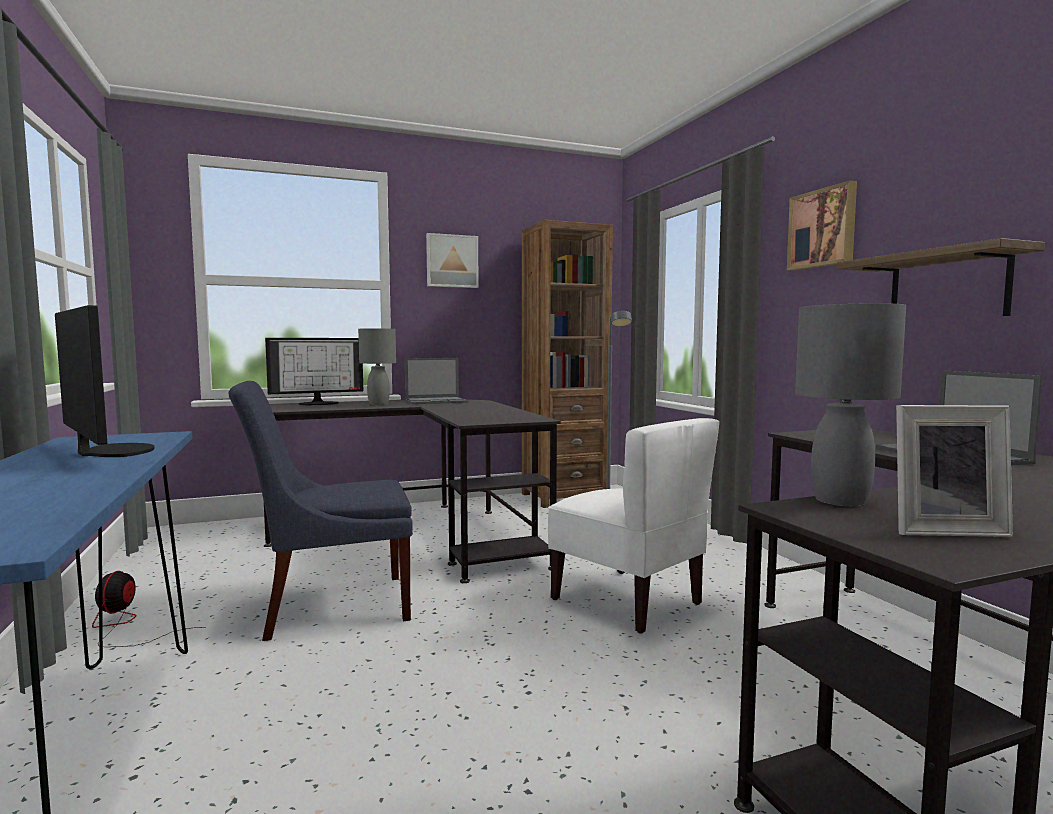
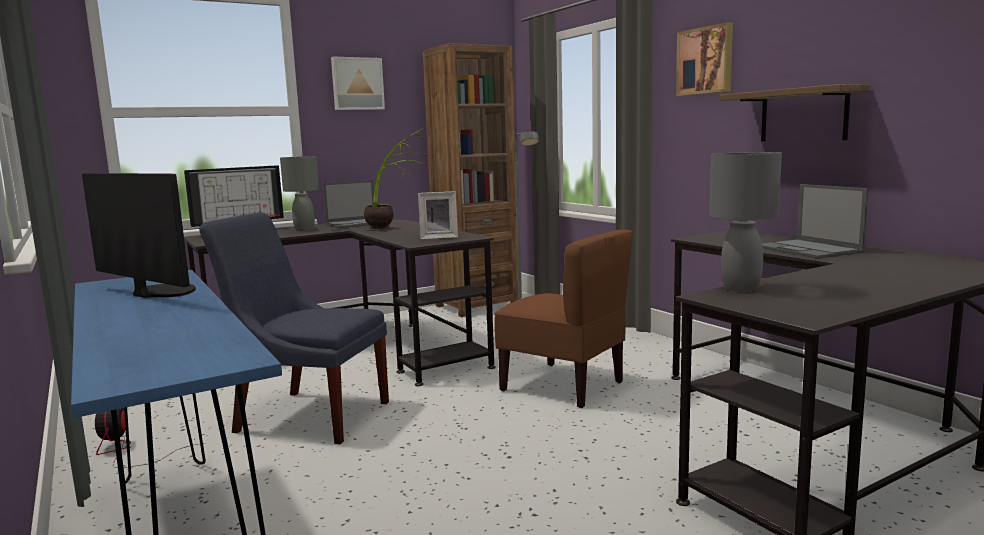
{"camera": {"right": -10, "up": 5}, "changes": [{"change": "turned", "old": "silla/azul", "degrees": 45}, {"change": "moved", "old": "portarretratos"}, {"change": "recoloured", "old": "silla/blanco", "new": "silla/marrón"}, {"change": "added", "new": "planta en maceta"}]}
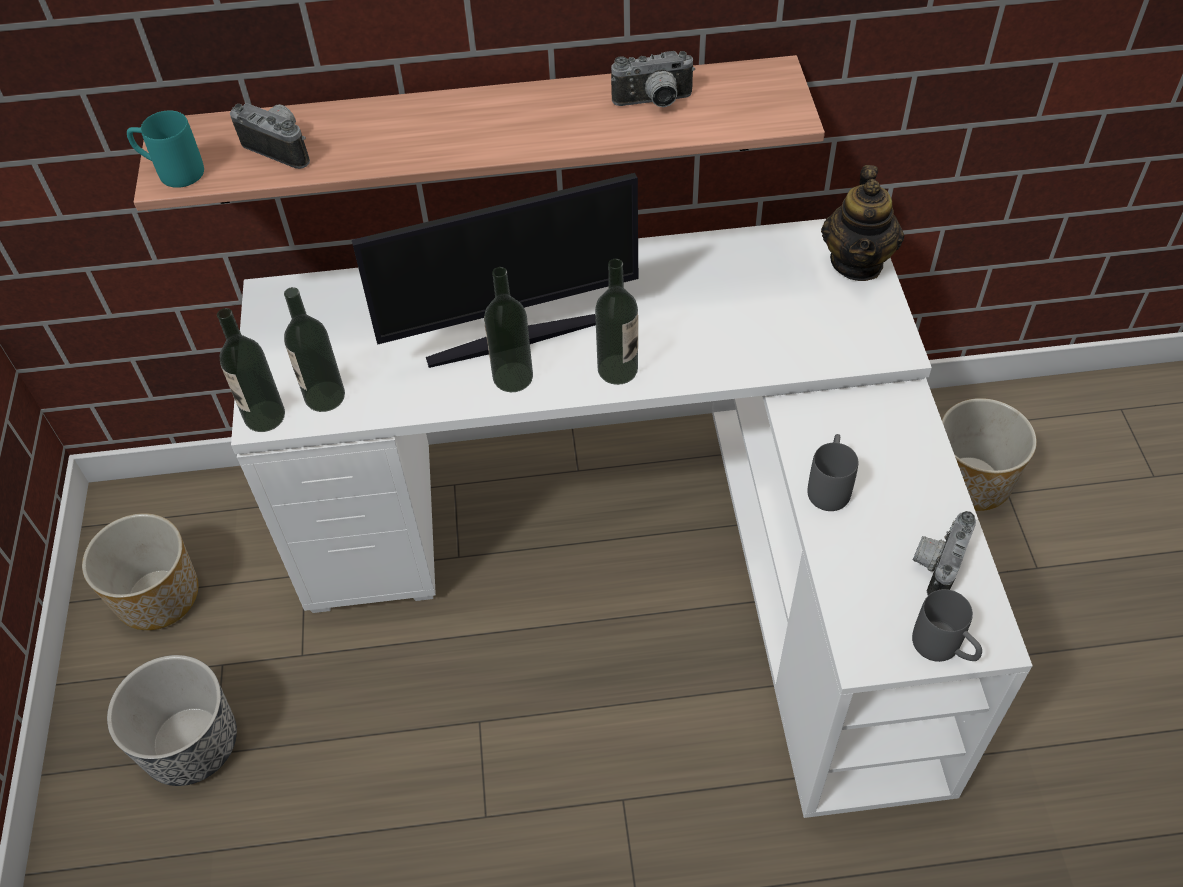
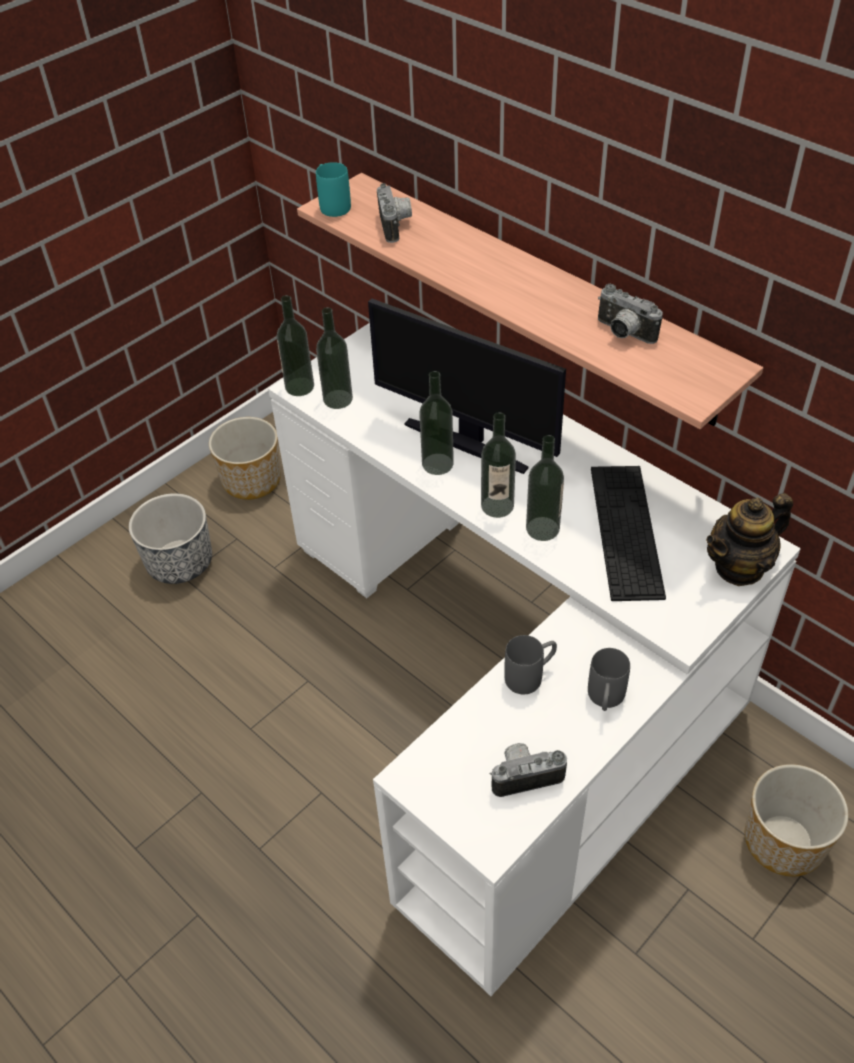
{"camera": {"right": 50, "up": -5}, "changes": [{"change": "moved", "old": "taza grande/gris (2nd from left)"}, {"change": "added", "new": "botella (5th from left)"}, {"change": "added", "new": "teclado"}]}
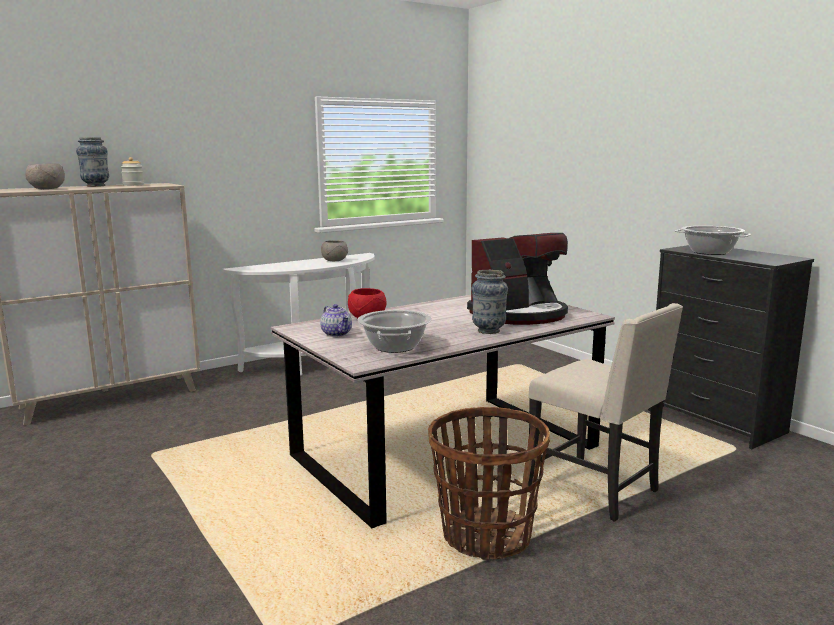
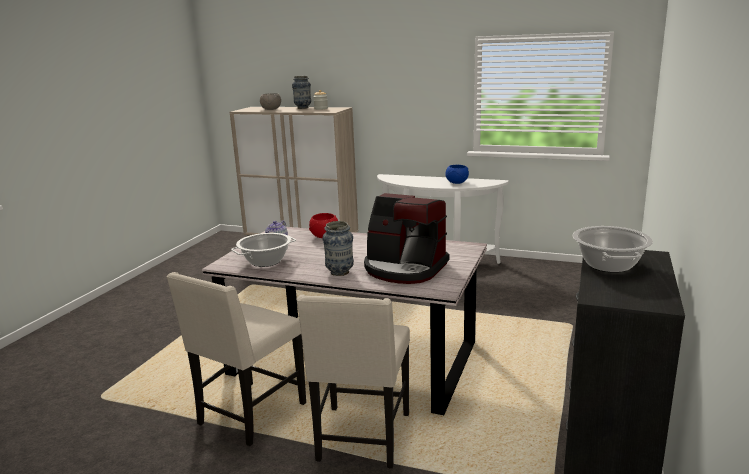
{"camera": {"right": 55, "up": 5}, "changes": [{"change": "recoloured", "old": "cuenco/gris (2nd from left)", "new": "cuenco/azul"}, {"change": "replaced", "old": "cesta", "new": "silla/beis (1st from left)"}]}
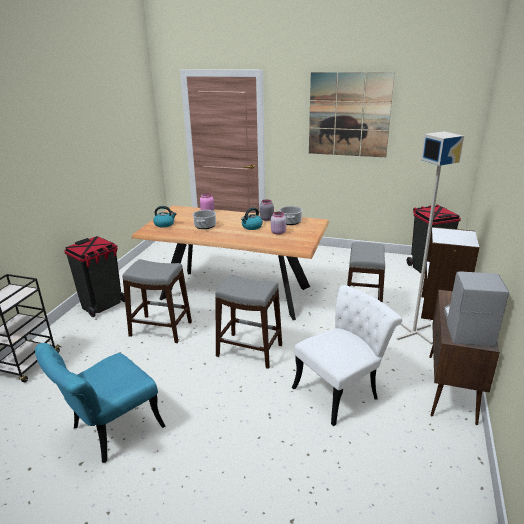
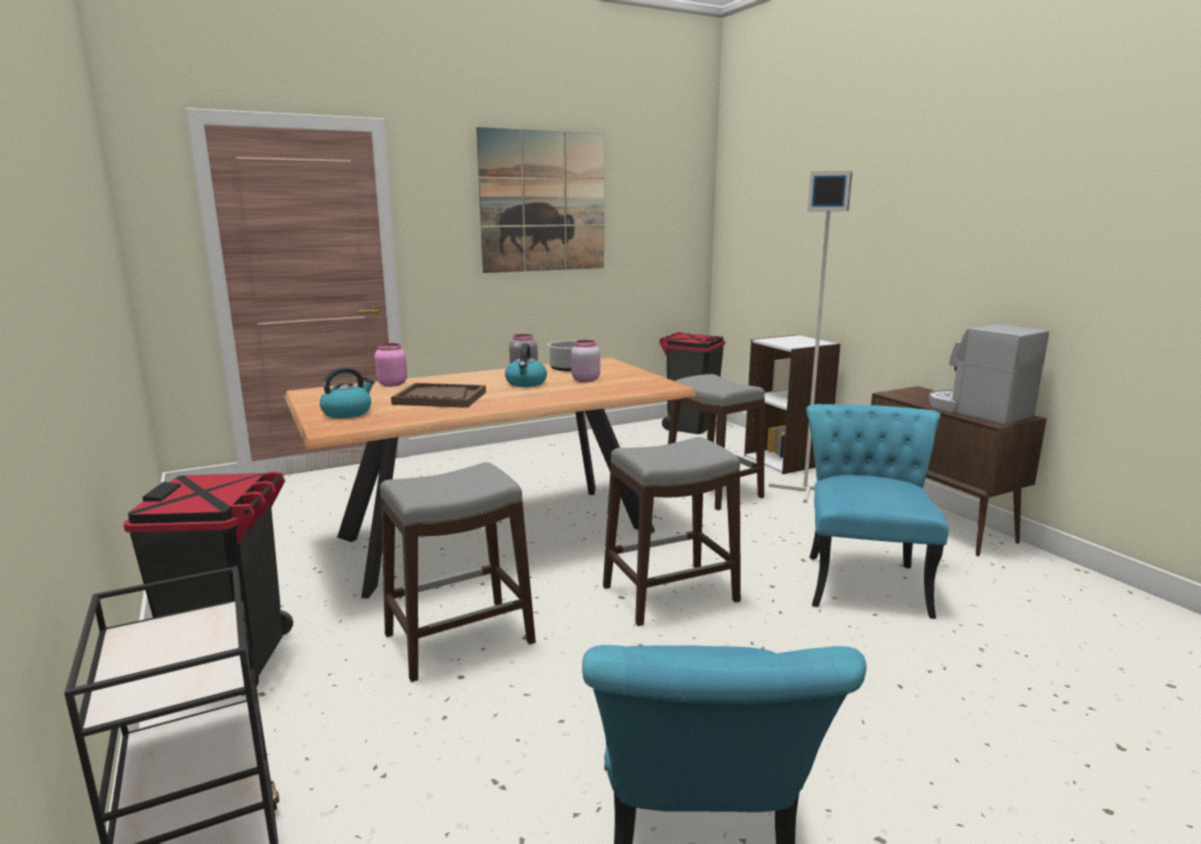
{"camera": {"right": -45, "up": -10}, "changes": [{"change": "replaced", "old": "olla (1st from left)", "new": "bandeja/marrón"}, {"change": "recoloured", "old": "silla/blanco", "new": "silla/turquesa (2nd from left)"}]}
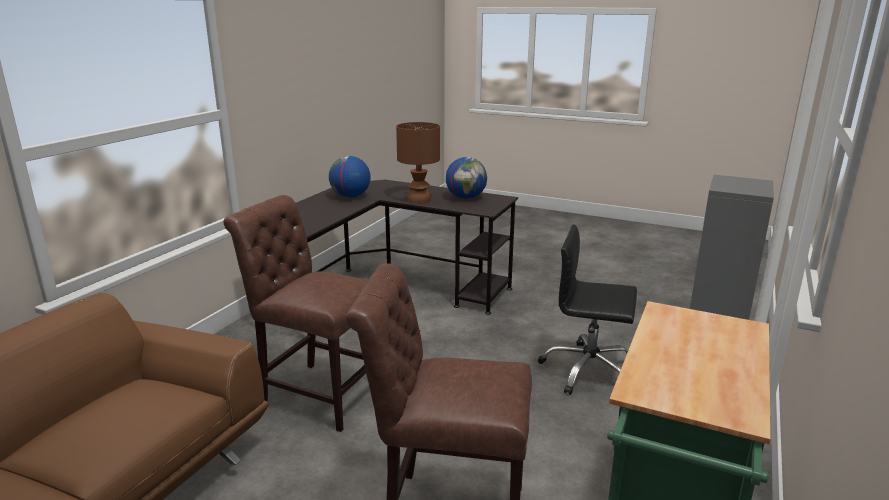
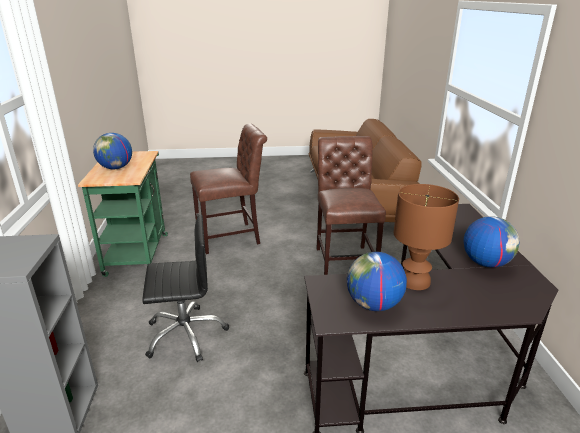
{"camera": {"right": 150, "up": 5}, "changes": [{"change": "turned", "old": "silla/marrón (1st from left in the first image)", "degrees": -90}, {"change": "added", "new": "globo terráqueo (1st from left)"}]}
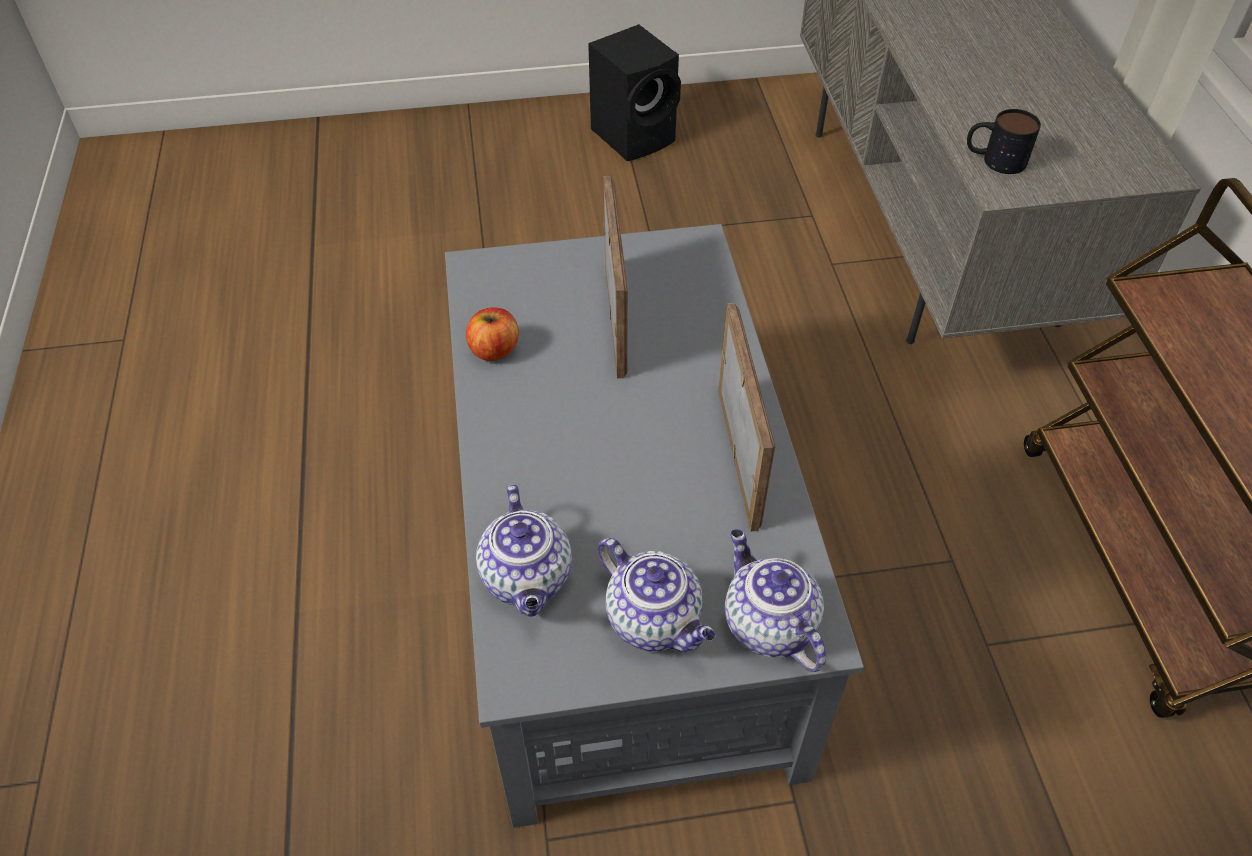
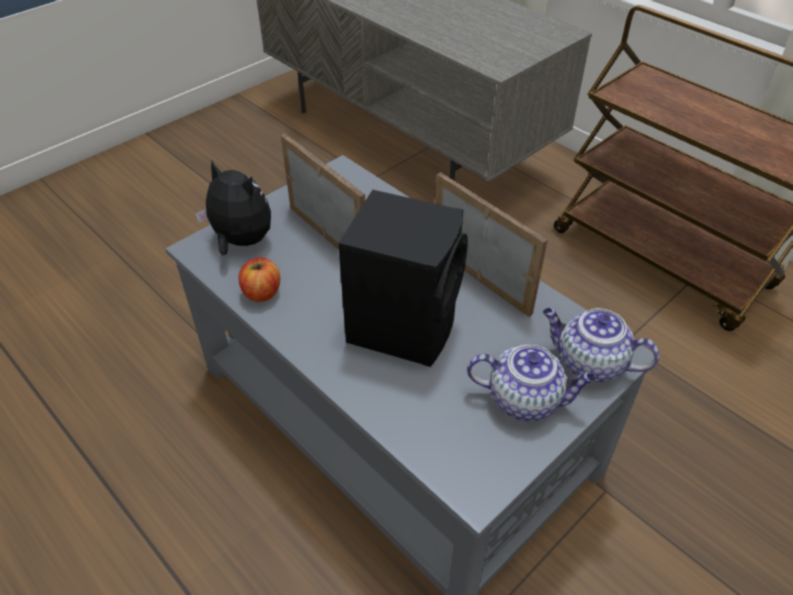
{"camera": {"right": -35, "up": -5}, "changes": [{"change": "moved", "old": "altavoz/negro"}, {"change": "removed", "old": "taza grande"}, {"change": "removed", "old": "tetera (1st from left)"}, {"change": "added", "new": "peluche"}]}
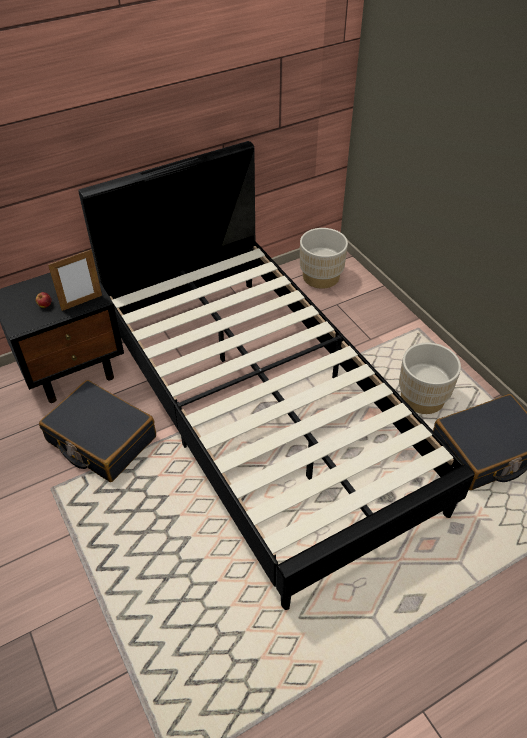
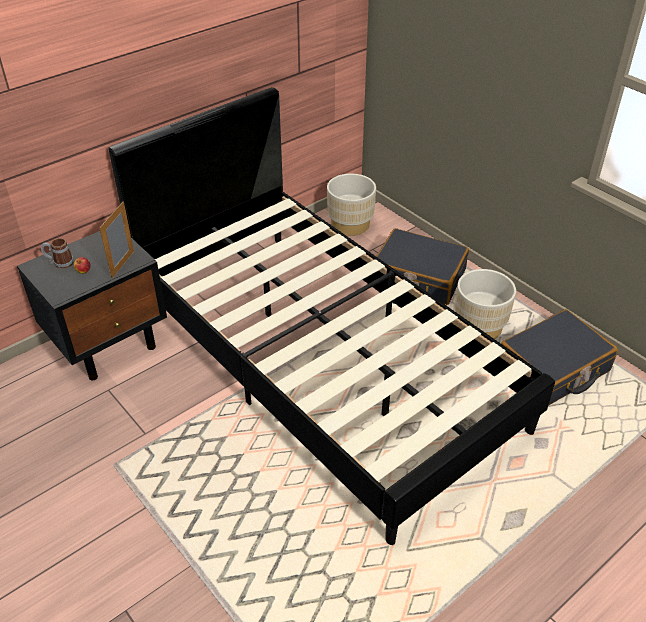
{"camera": {"right": -10, "up": -5}, "changes": [{"change": "turned", "old": "portarretratos", "degrees": 150}, {"change": "moved", "old": "maleta/negro (1st from left)"}, {"change": "added", "new": "taza grande"}]}
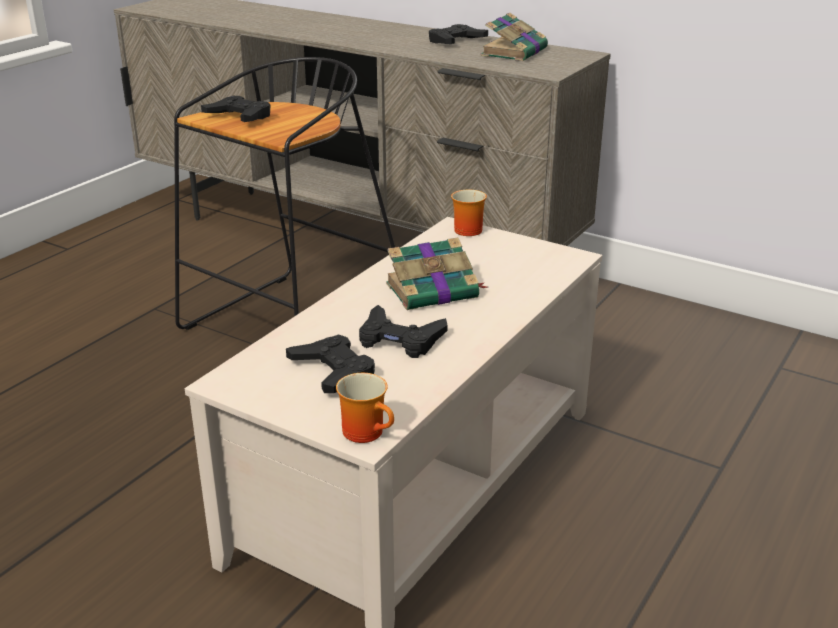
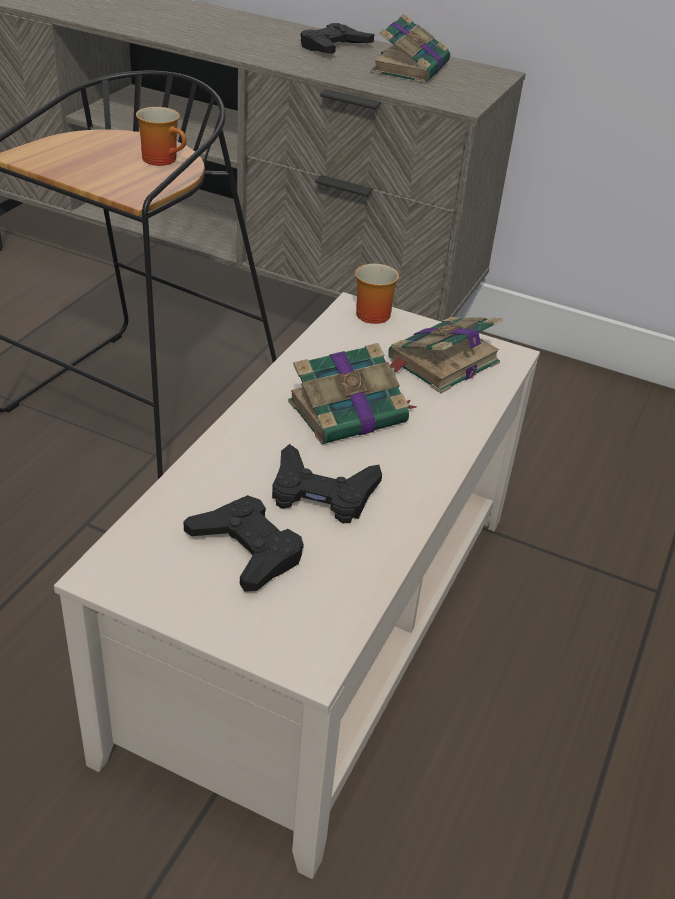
{"camera": {"right": -10, "up": 10}, "changes": [{"change": "removed", "old": "mando de consola/negro (1st from left)"}, {"change": "moved", "old": "taza grande (1st from left)"}, {"change": "added", "new": "libro (3rd from left)"}]}
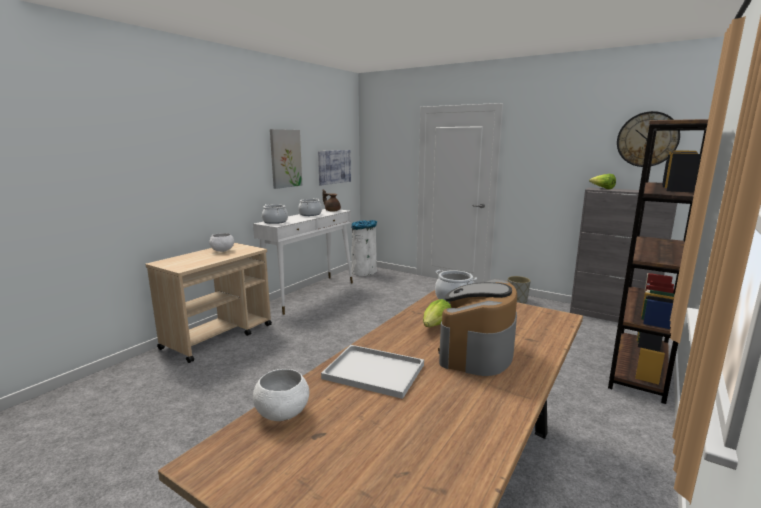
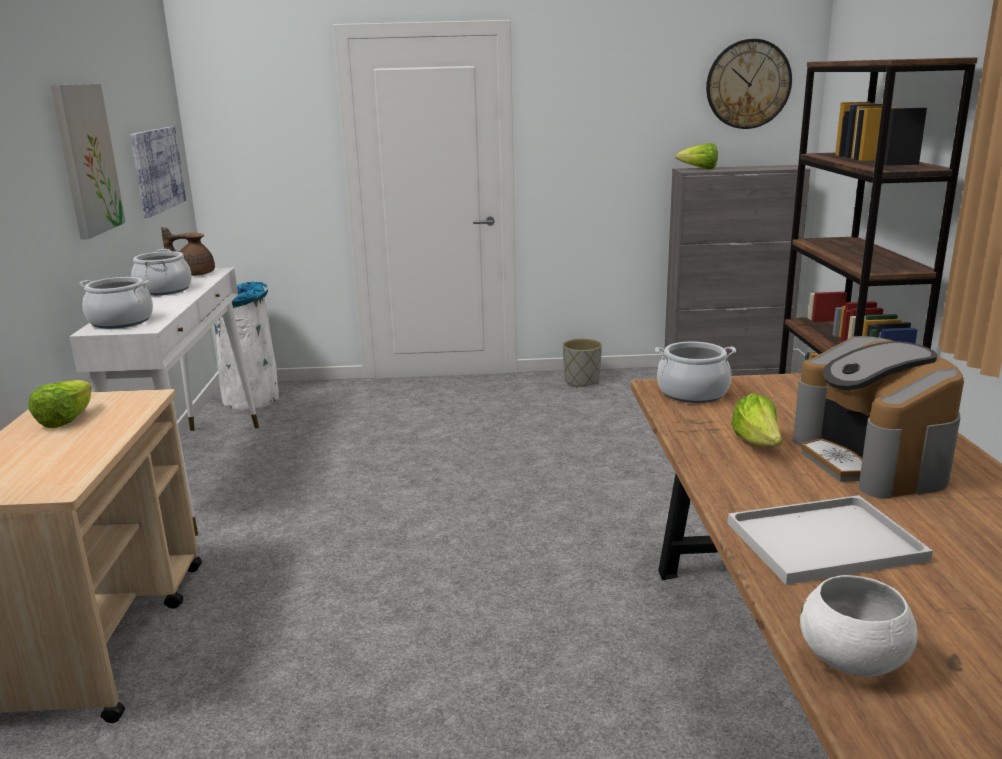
{"camera": {"right": -35, "up": 5}, "changes": [{"change": "replaced", "old": "cuenco/blanco (1st from left)", "new": "lechuga (1st from left)"}]}
